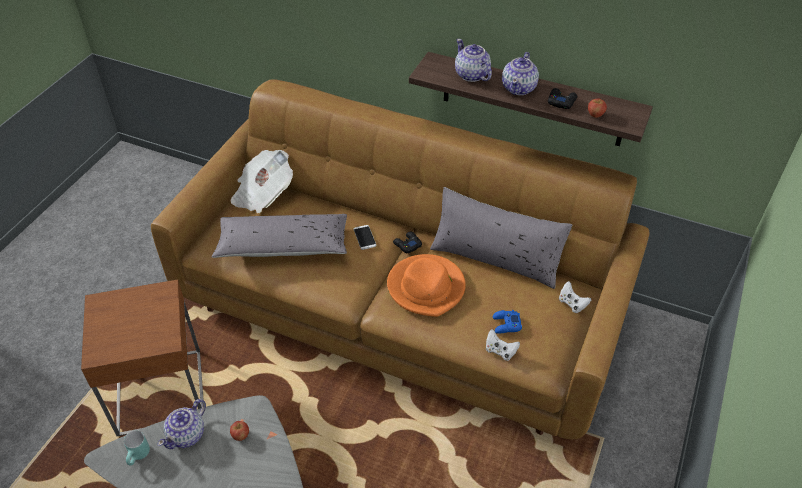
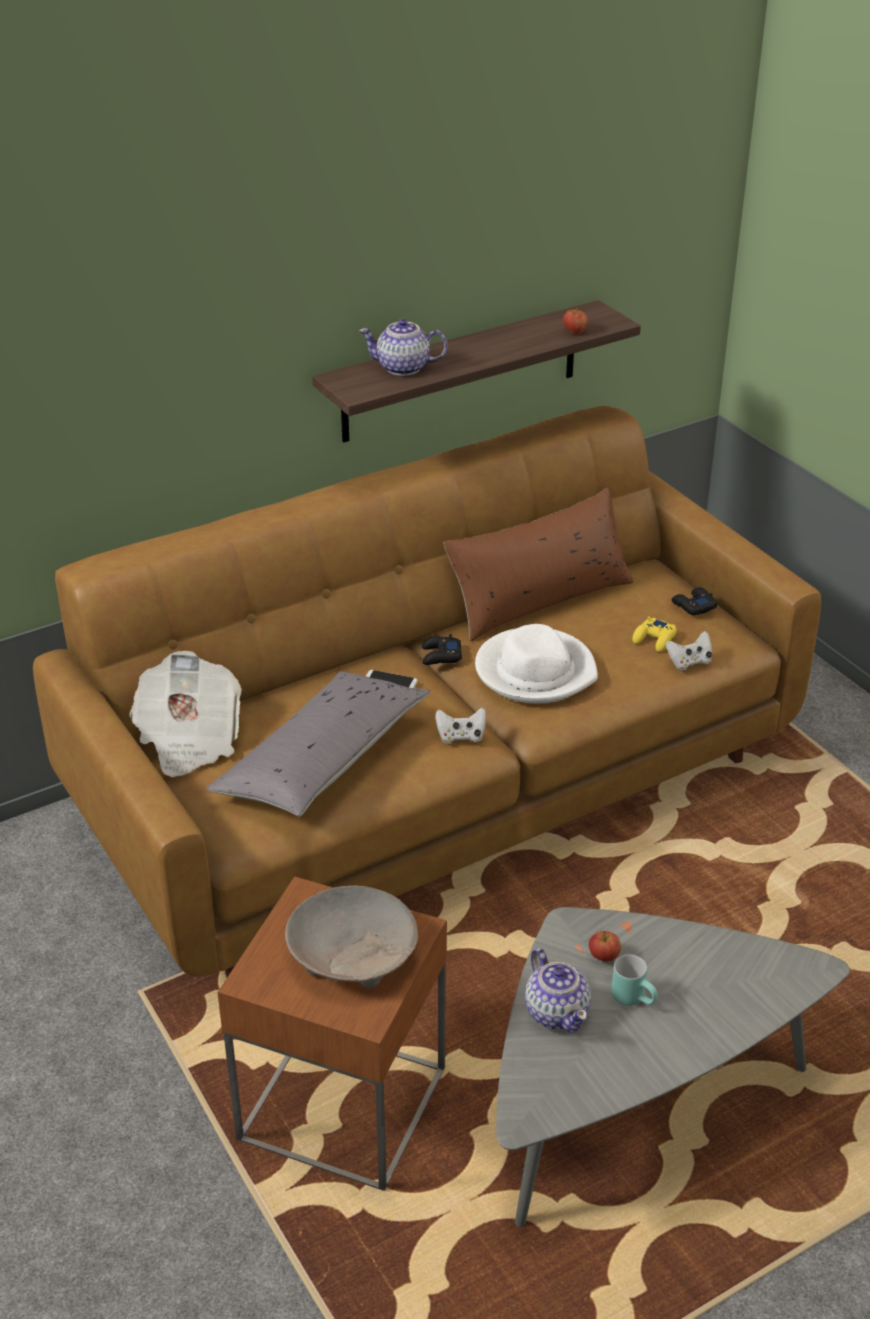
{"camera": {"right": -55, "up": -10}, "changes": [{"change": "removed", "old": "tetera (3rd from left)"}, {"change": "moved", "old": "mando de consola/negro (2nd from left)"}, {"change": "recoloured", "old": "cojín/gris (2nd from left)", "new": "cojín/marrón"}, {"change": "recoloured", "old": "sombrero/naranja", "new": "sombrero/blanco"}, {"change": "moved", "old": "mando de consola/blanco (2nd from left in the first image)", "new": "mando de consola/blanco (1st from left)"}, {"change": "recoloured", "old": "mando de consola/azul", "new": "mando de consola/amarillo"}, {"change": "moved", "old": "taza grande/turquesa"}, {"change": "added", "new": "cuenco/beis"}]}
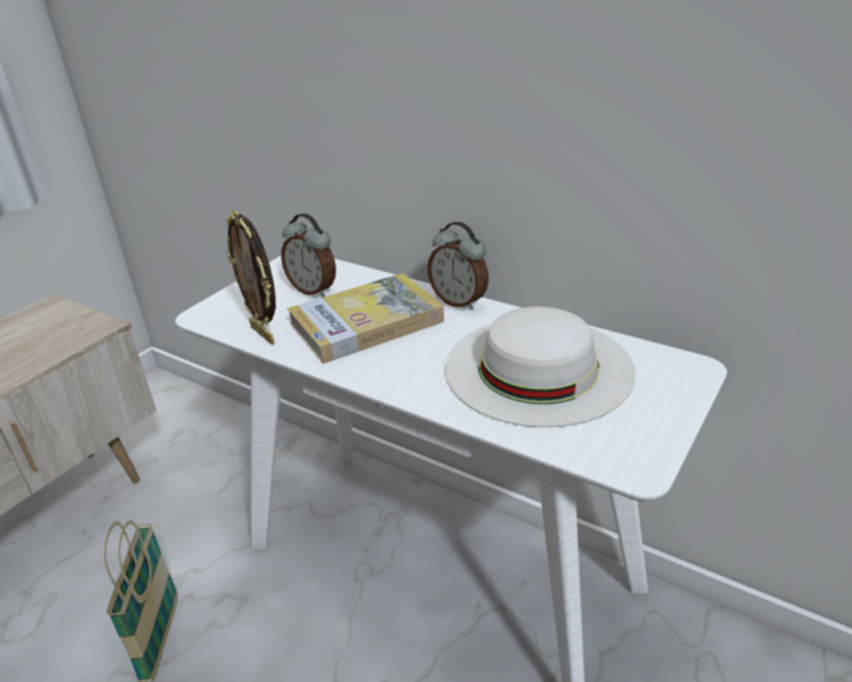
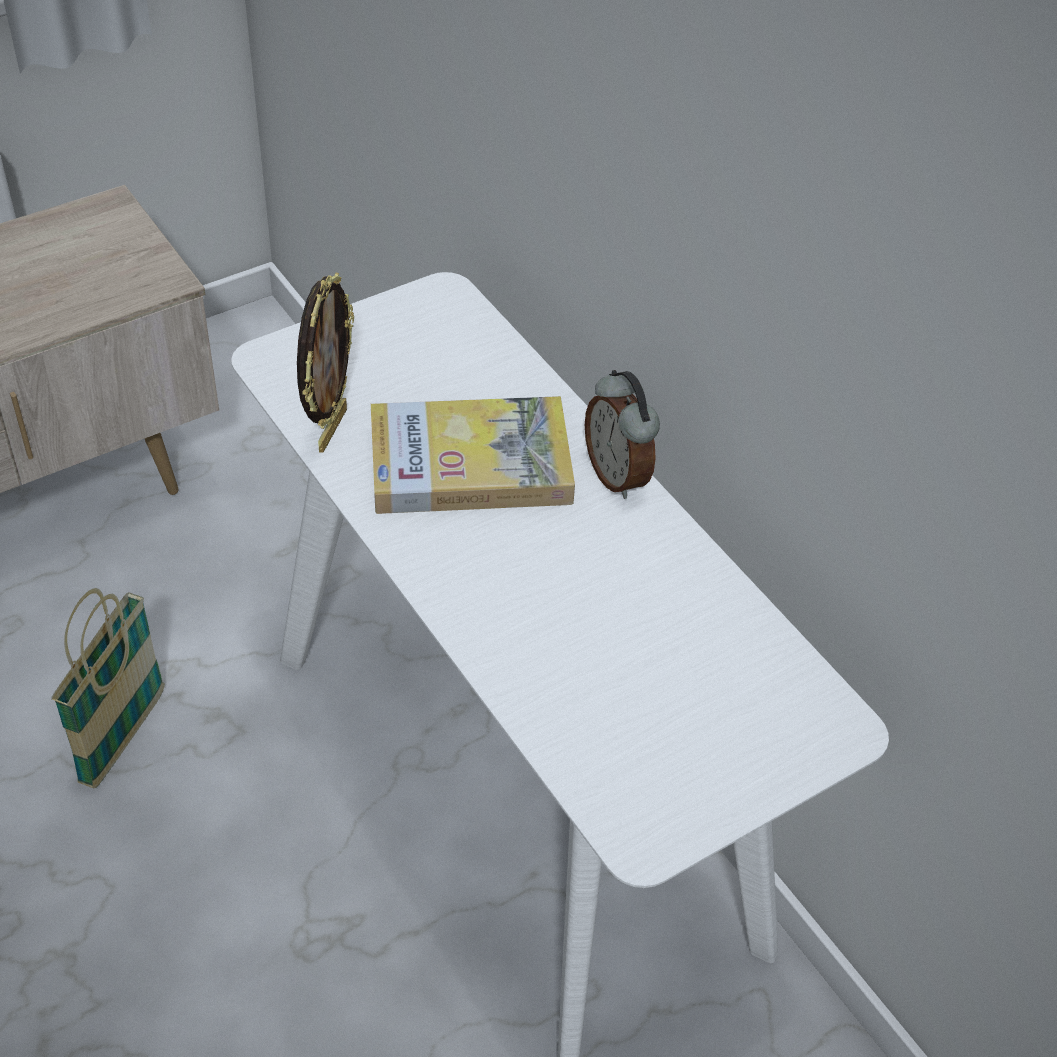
{"camera": {"right": 20, "up": 15}, "changes": [{"change": "turned", "old": "portarretratos", "degrees": -150}, {"change": "removed", "old": "despertador (1st from left)"}, {"change": "removed", "old": "sombrero/blanco"}]}
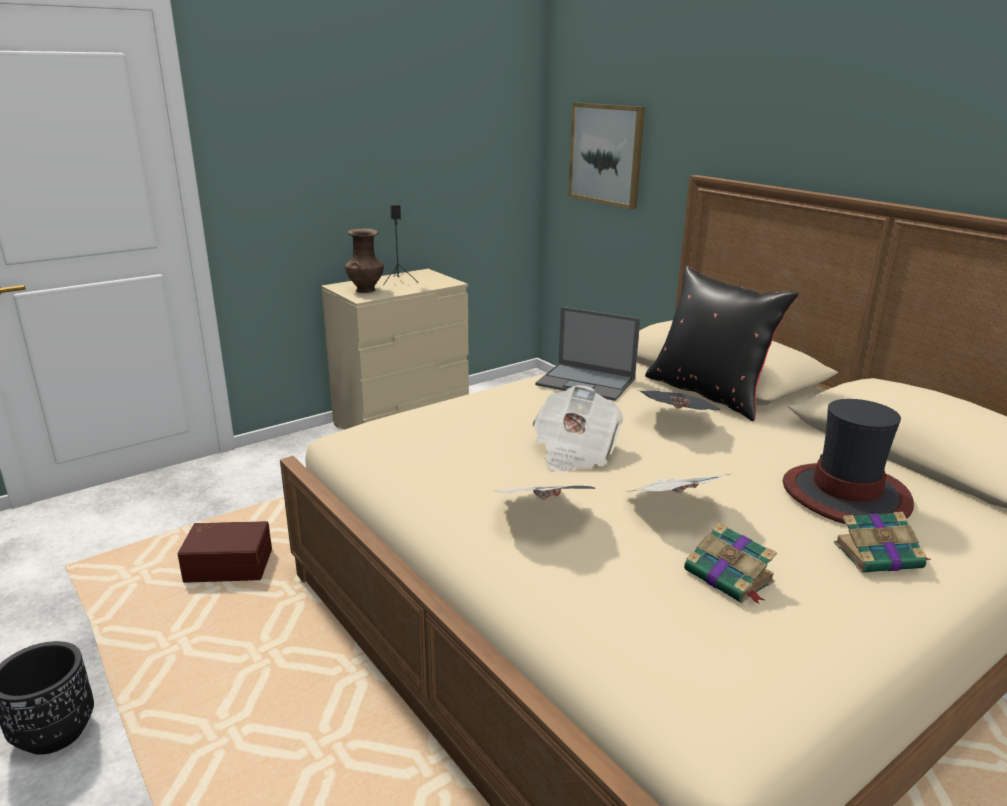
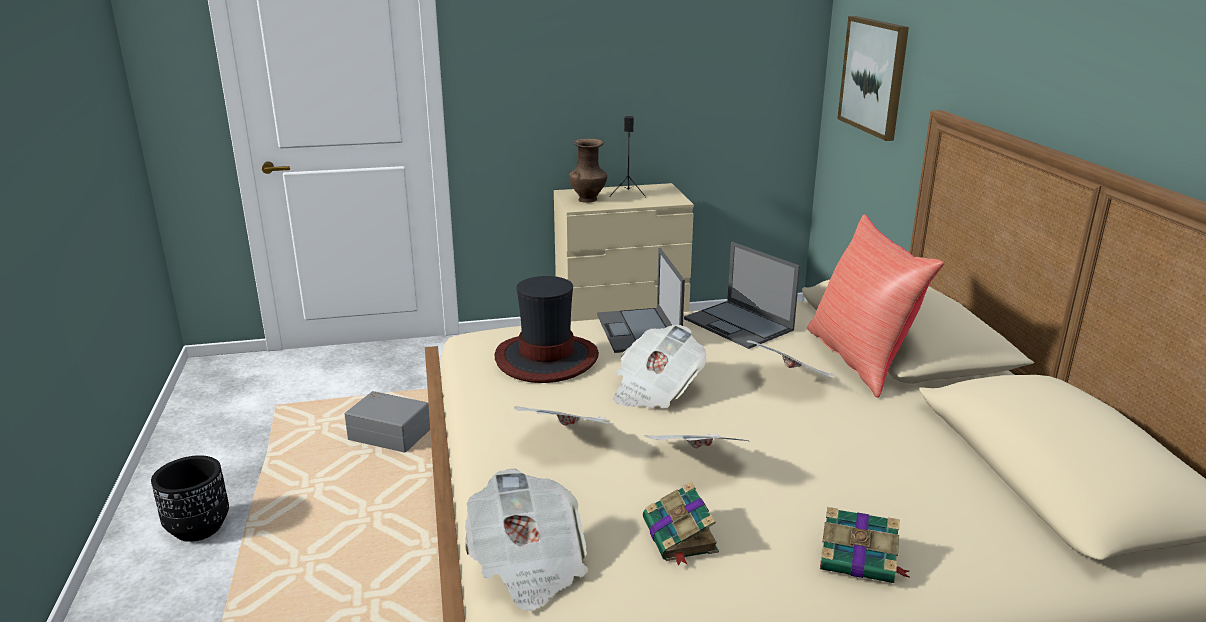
{"camera": {"right": 25, "up": 0}, "changes": [{"change": "recoloured", "old": "cojín/negro", "new": "cojín/rojo"}, {"change": "moved", "old": "sombrero"}, {"change": "recoloured", "old": "caja de almacenaje/marrón", "new": "caja de almacenaje/gris"}, {"change": "added", "new": "portátil (1st from left)"}, {"change": "added", "new": "periódico (1st from left)"}]}
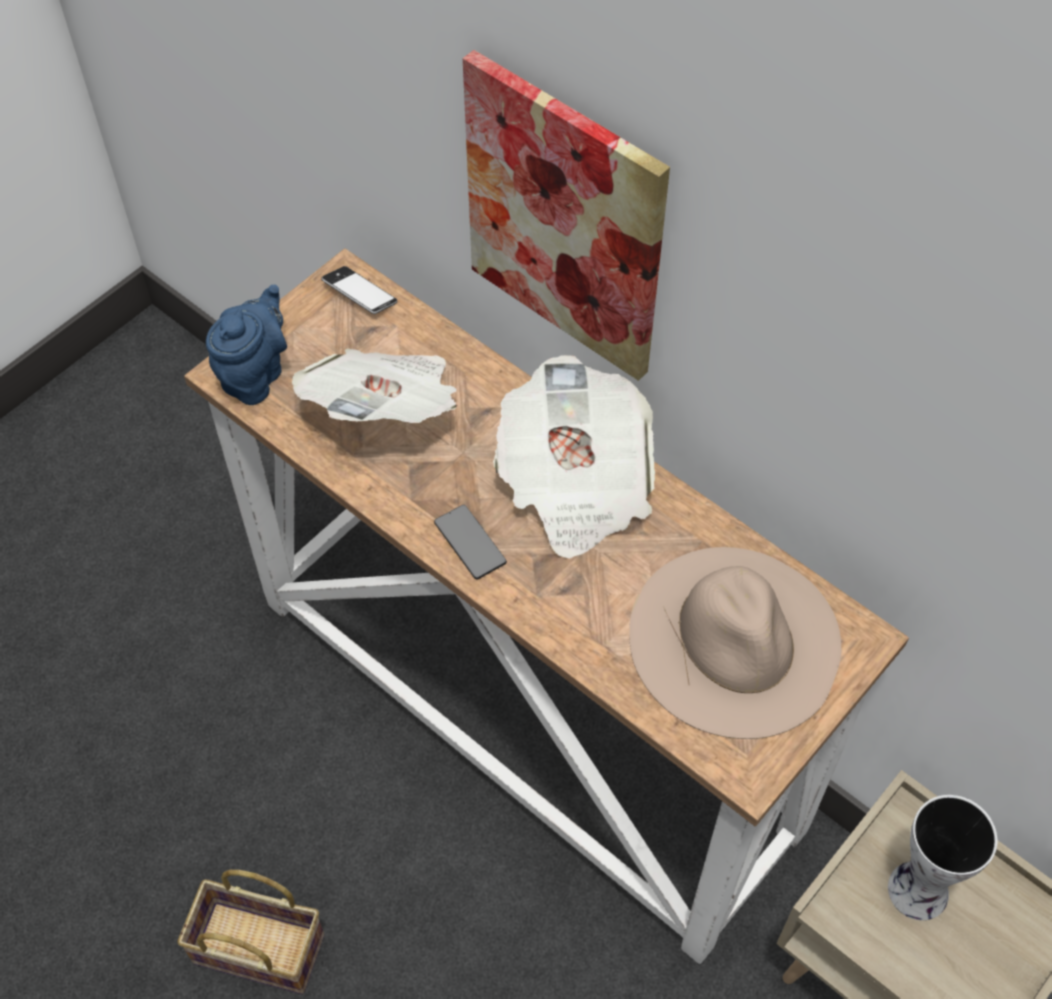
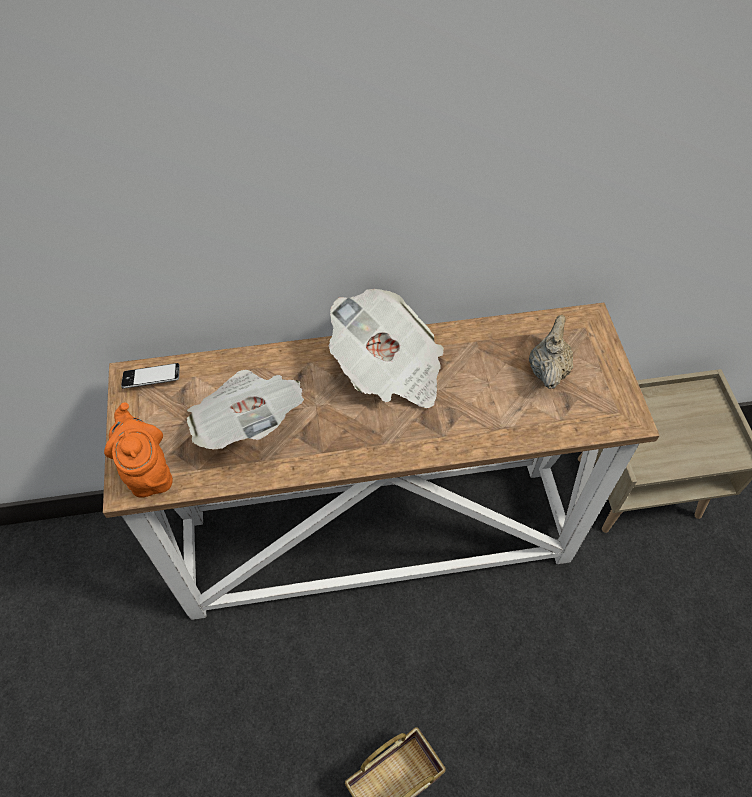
{"camera": {"right": -50, "up": 0}, "changes": [{"change": "removed", "old": "cuadro"}, {"change": "recoloured", "old": "tetera/azul", "new": "tetera/naranja"}, {"change": "removed", "old": "móvil (2nd from left)"}, {"change": "replaced", "old": "sombrero/beis", "new": "tetera/beis"}, {"change": "removed", "old": "florero"}]}
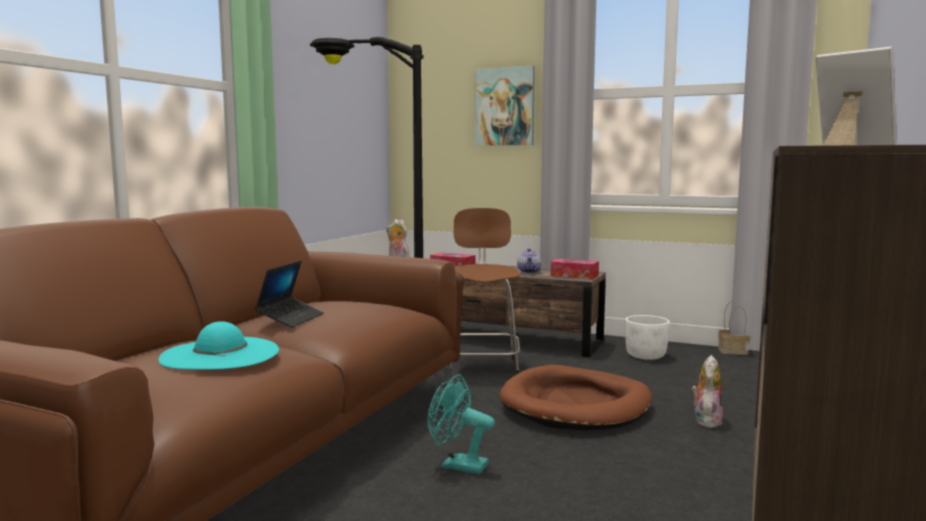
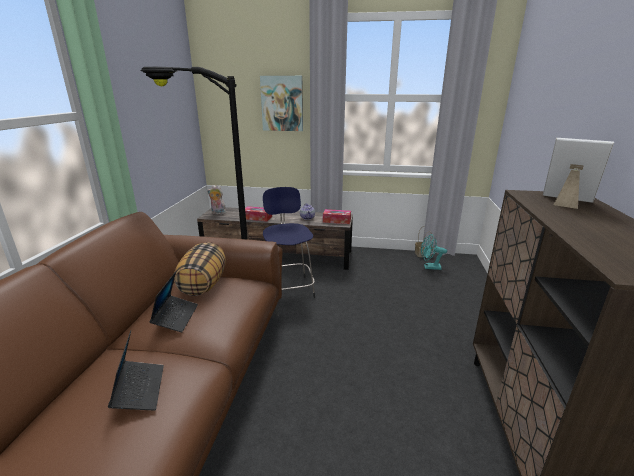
{"camera": {"right": -15, "up": 15}, "changes": [{"change": "recoloured", "old": "taburete/marrón", "new": "taburete/azul"}, {"change": "removed", "old": "maceta/blanco"}, {"change": "replaced", "old": "sombrero/turquesa", "new": "portátil (1st from left)"}, {"change": "removed", "old": "peluche (2nd from left)"}, {"change": "removed", "old": "cama para perro/marrón"}, {"change": "moved", "old": "ventilador/turquesa"}, {"change": "added", "new": "cojín"}]}
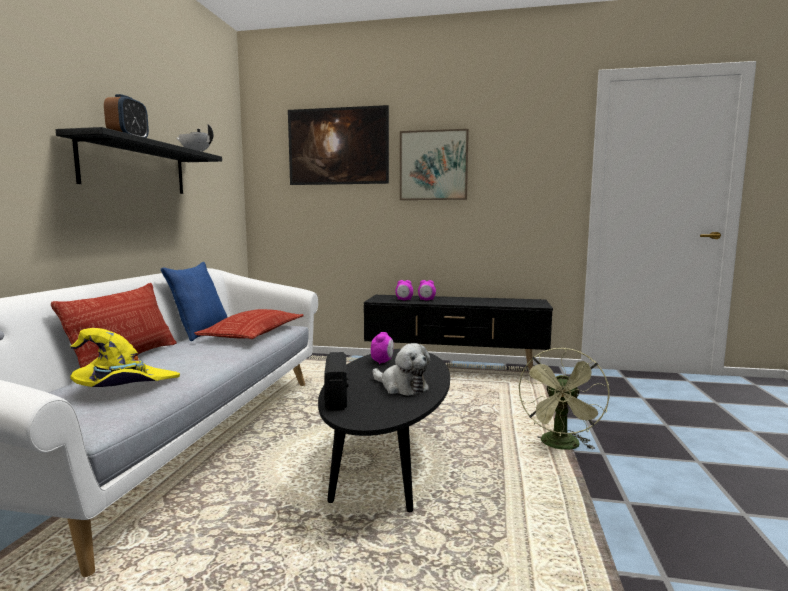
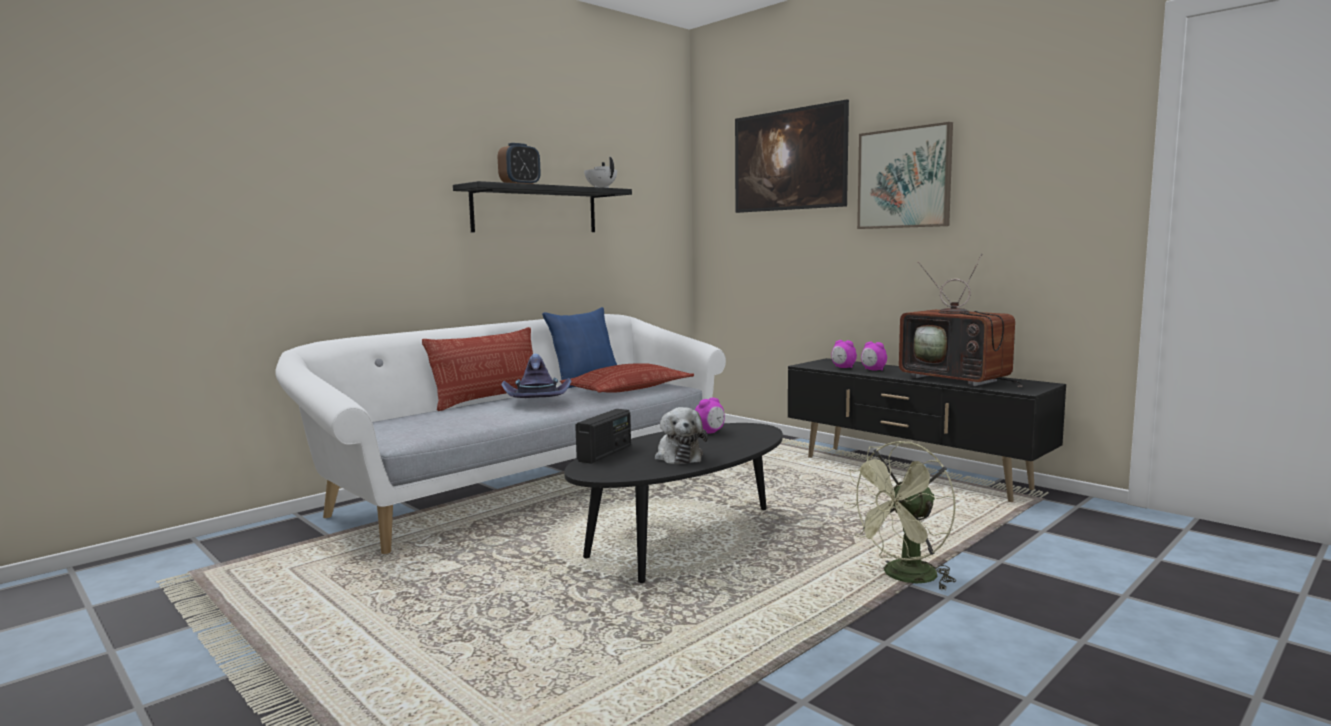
{"camera": {"right": 35, "up": 0}, "changes": [{"change": "removed", "old": "sombrero/amarillo"}, {"change": "added", "new": "televisor"}, {"change": "added", "new": "sombrero/morado"}]}
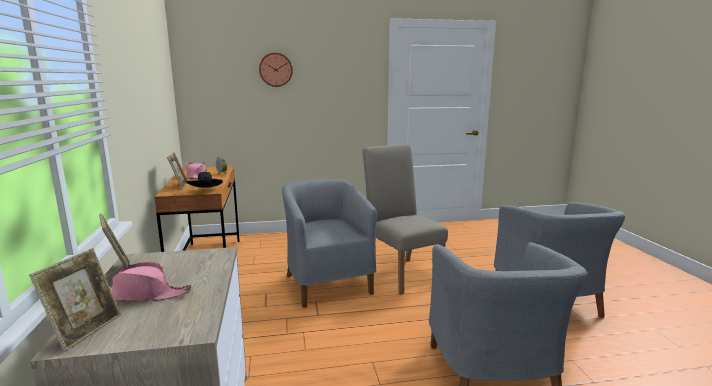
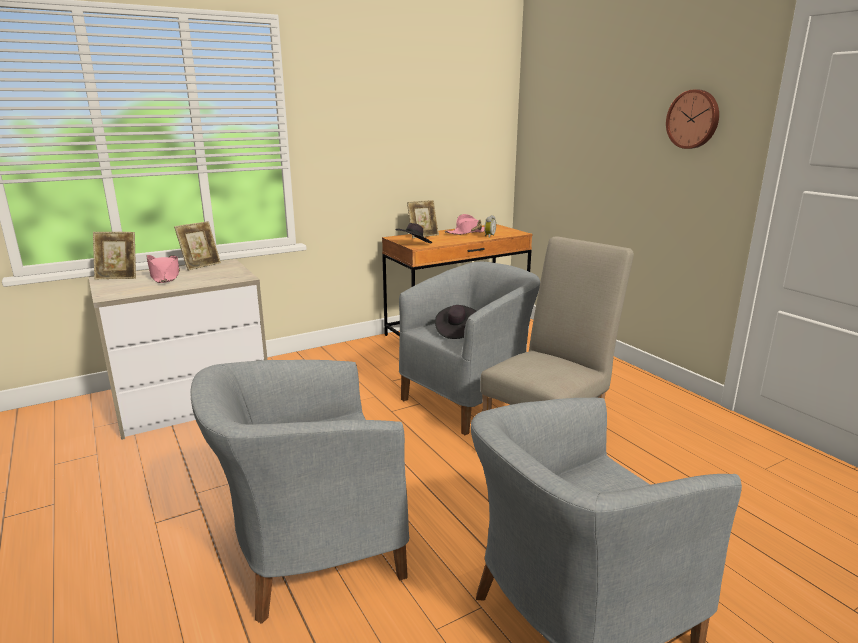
{"camera": {"right": 70, "up": 5}, "changes": [{"change": "moved", "old": "reloj de pared"}, {"change": "added", "new": "sombrero/negro (2nd from left)"}]}
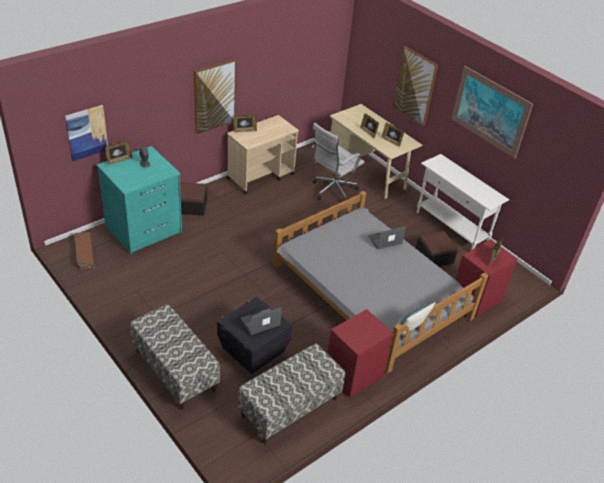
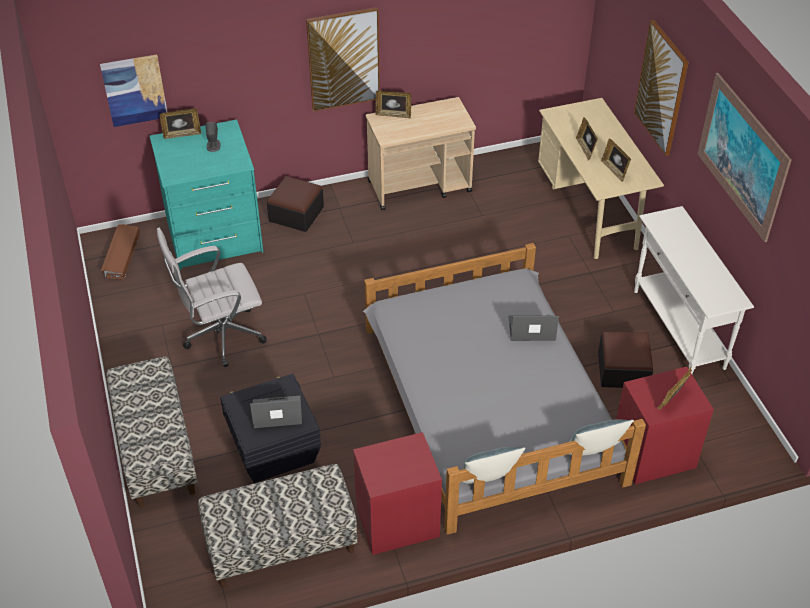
{"camera": {"right": 25, "up": 5}, "changes": [{"change": "moved", "old": "silla de oficina/blanco"}, {"change": "added", "new": "cojín (2nd from left)"}]}
